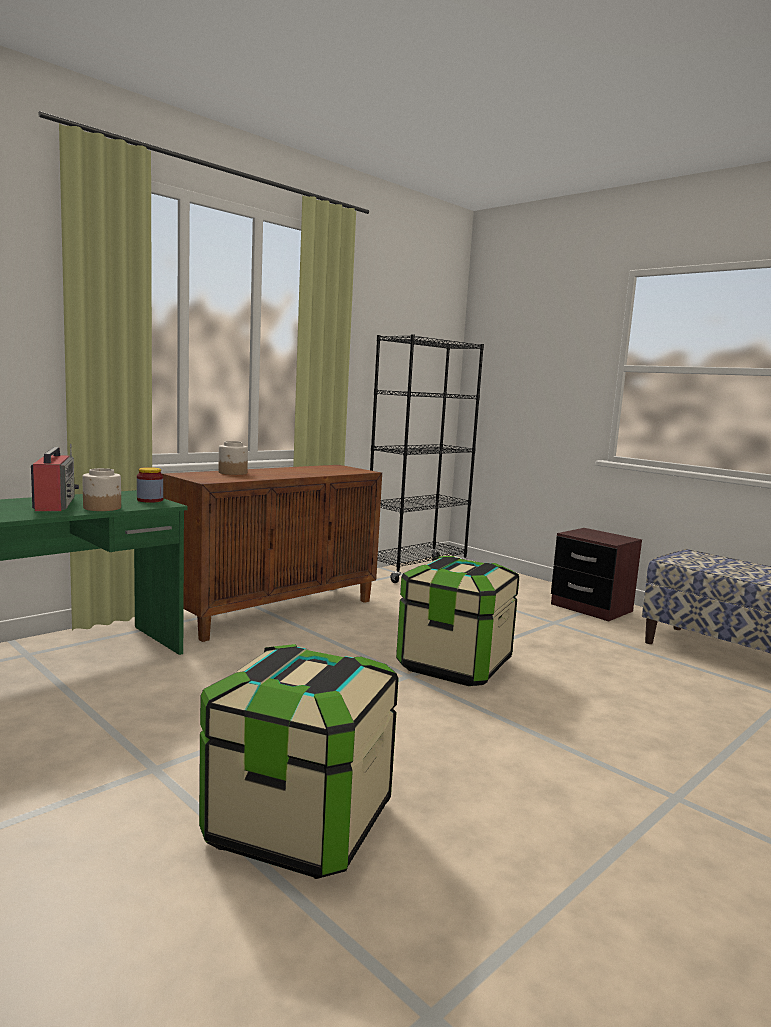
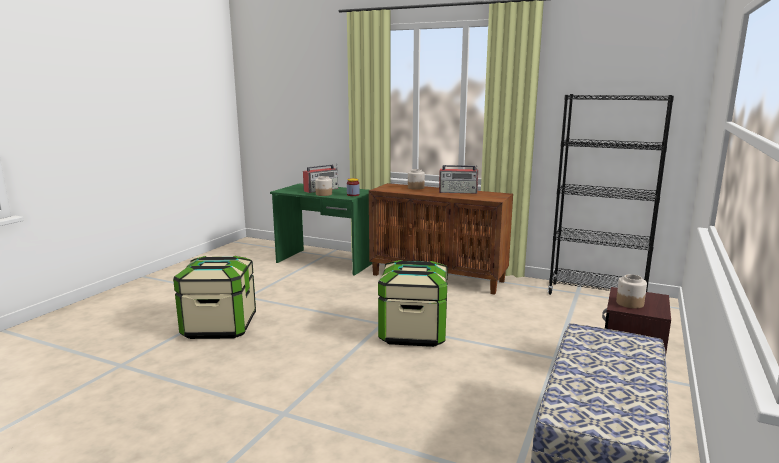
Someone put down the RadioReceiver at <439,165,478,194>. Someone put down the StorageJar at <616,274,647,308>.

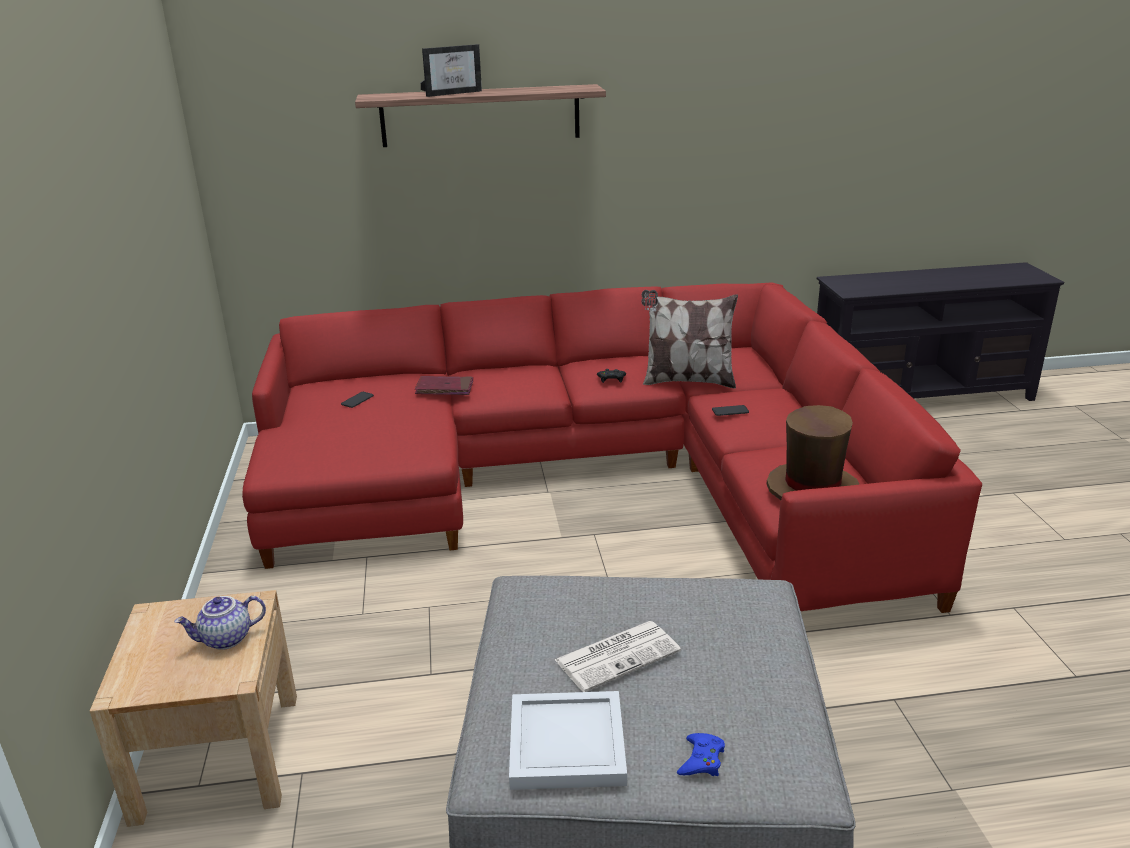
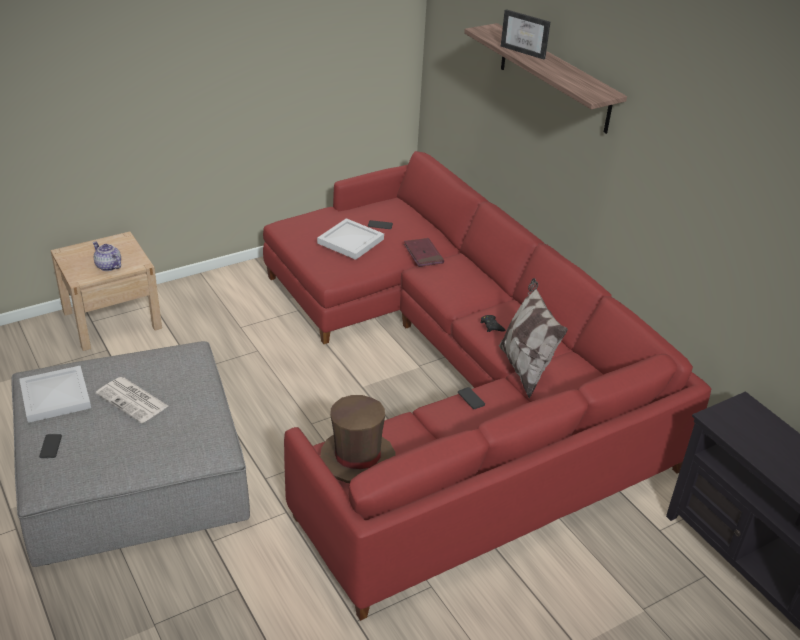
Someone swapped the BlueColouredJoypad at <677,733,725,776> for the Handset at <39,434,62,458>. Someone put down the WhitishServingTray at <317,218,384,260>.

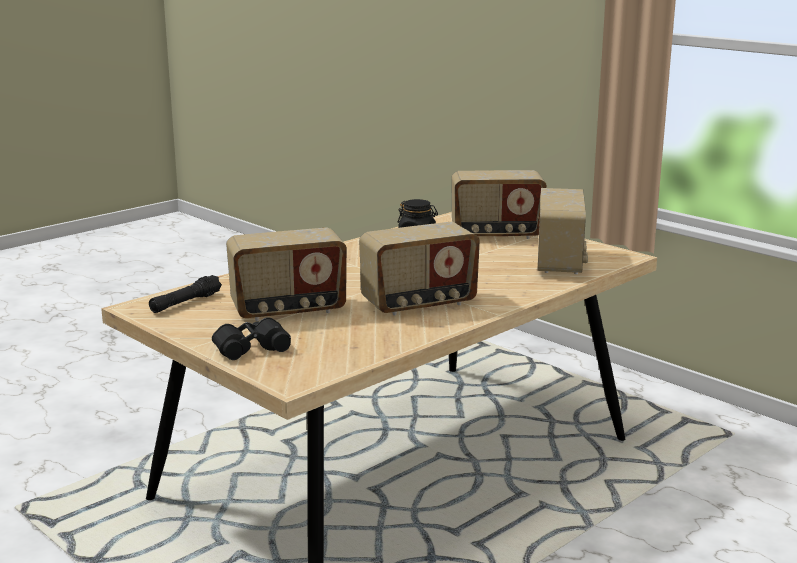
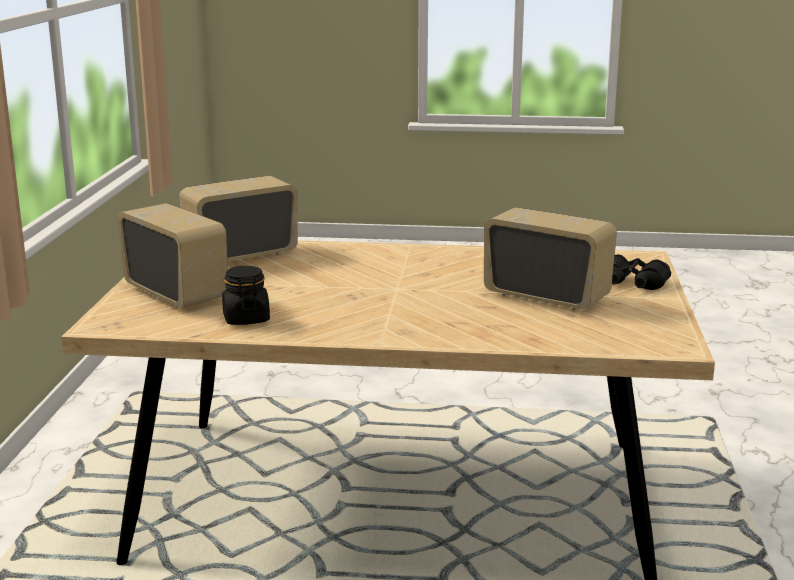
Someone took away the RadioReceiver at <359,222,480,315>. Someone took away the BlackColouredHandTorch at <149,275,222,313>.

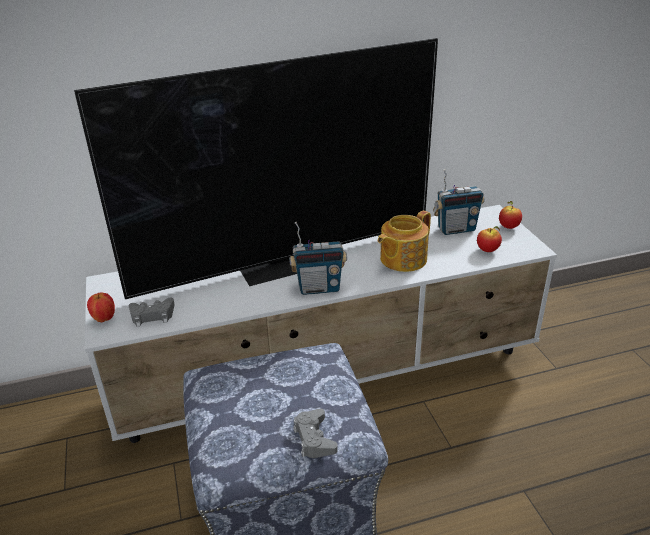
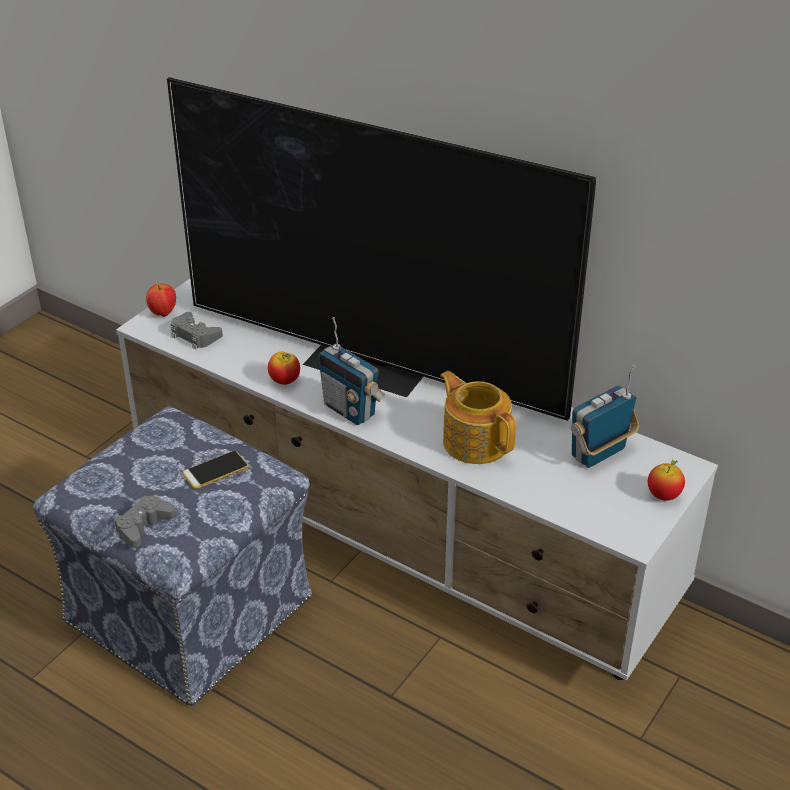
Someone rotated the RadioReceiver at <433,169,485,235> by 105 degrees clockwise. Someone rotated the TeaPot at <378,210,431,272> by 45 degrees clockwise. Someone carried the WholeApple from <477,226,502,252> to <268,352,300,385>. Someone put down the Handset at <182,451,248,489>.

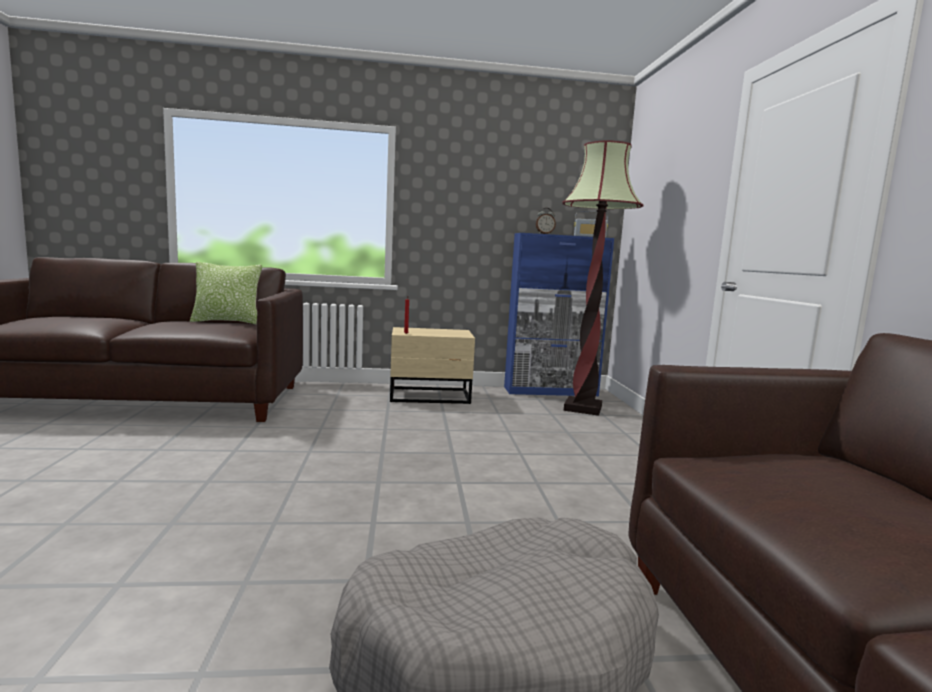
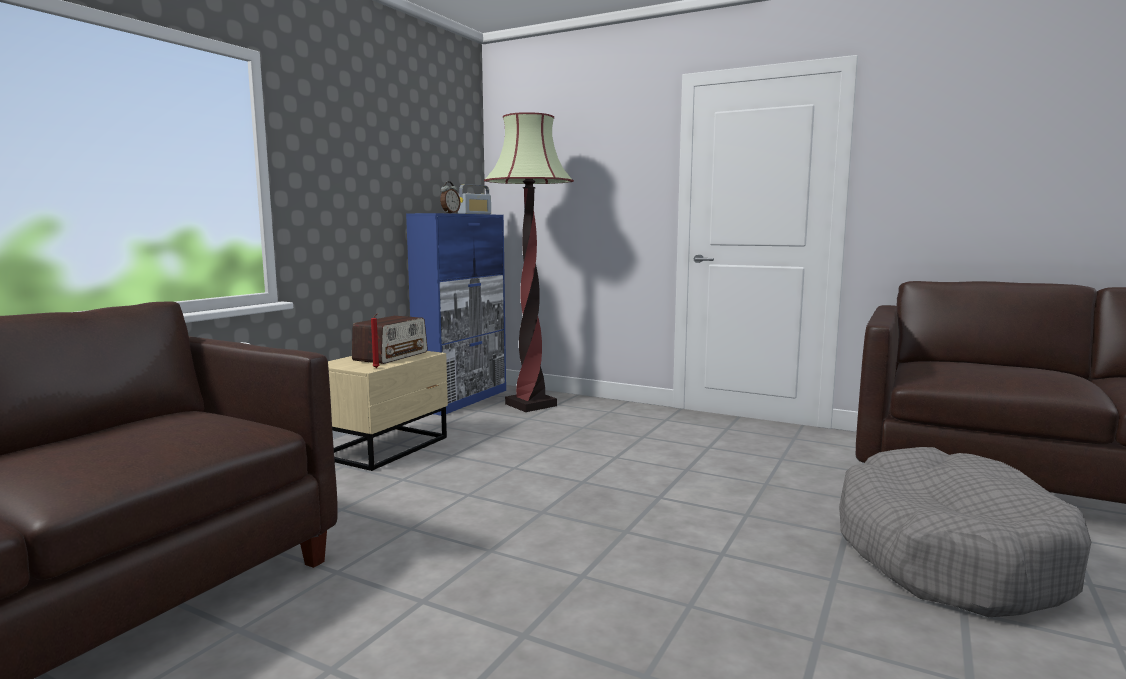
Someone took away the Pillow at <190,262,262,325>. Someone put down the RadioReceiver at <352,316,428,364>.

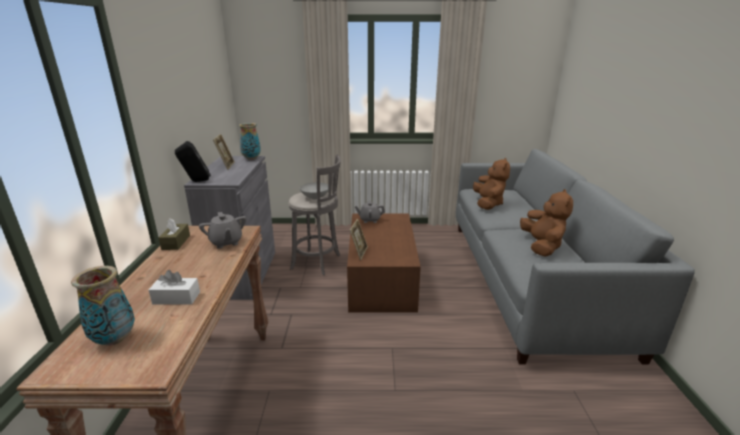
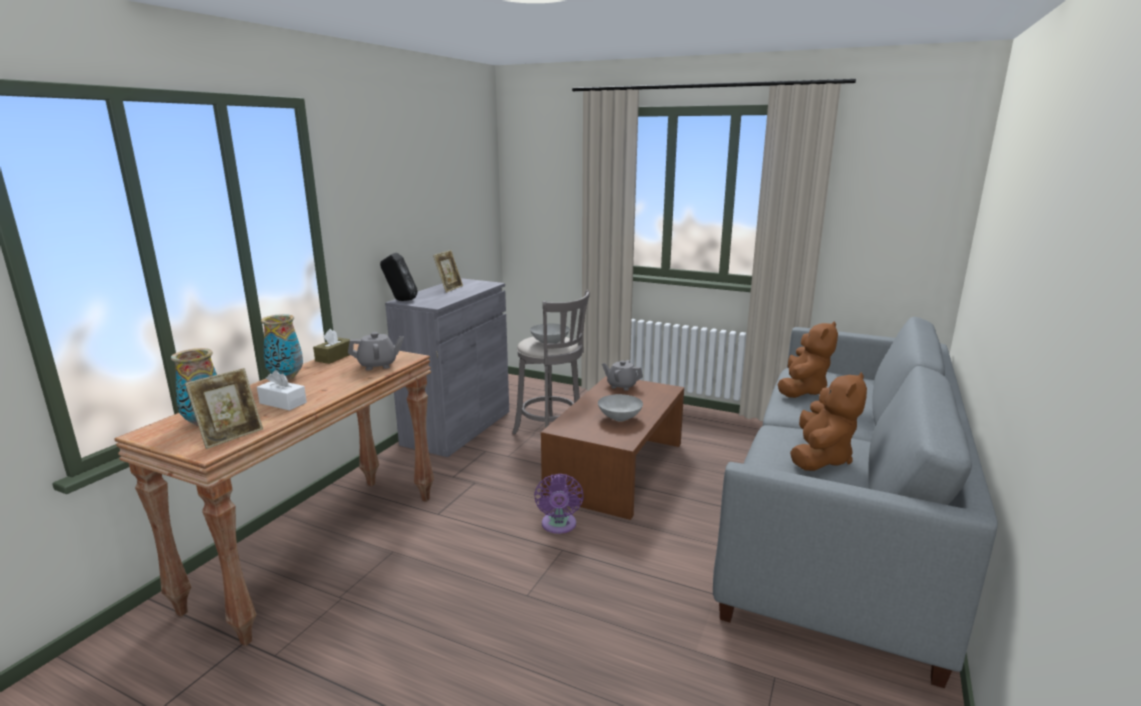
Someone carried the Vase from <239,123,261,160> to <261,314,303,380>. Someone rotated the GreyishTeaPot at <199,212,247,249> by 105 degrees counterclockwise. Someone carried the StandingFrame from <350,219,368,260> to <185,368,263,449>. Someone put down the GreyishServingBowl at <598,394,643,421>. Someone put down the PurpleCoolingFan at <534,473,584,534>.

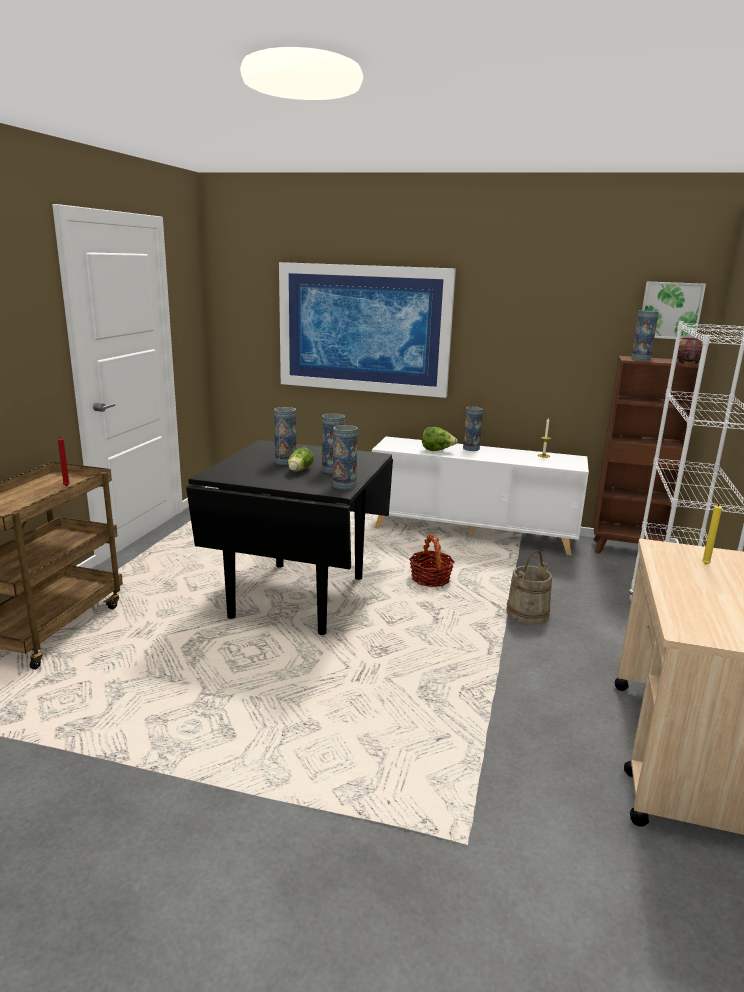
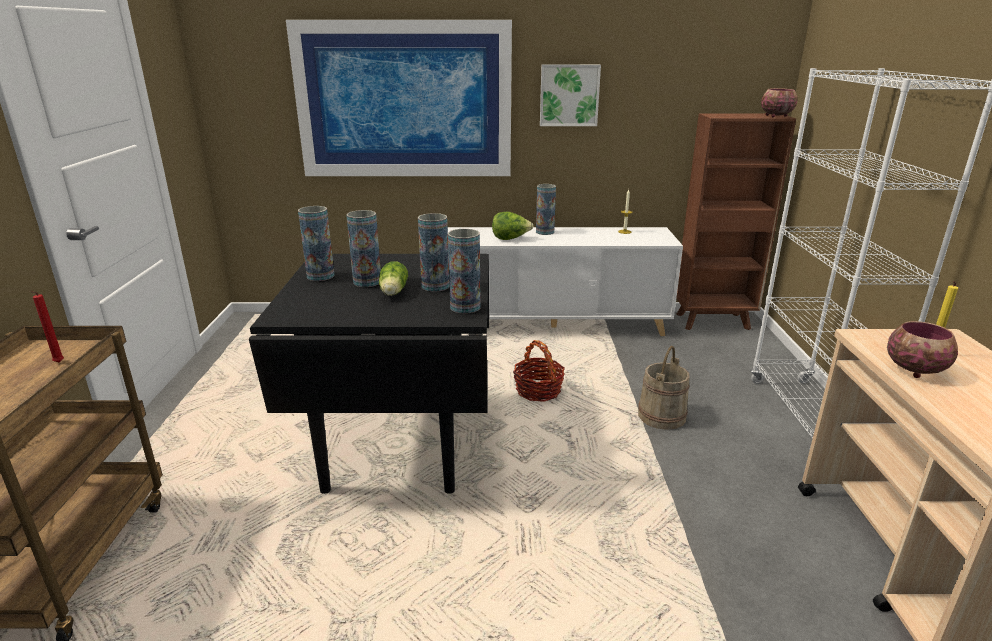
Someone carried the WallArt from <642,281,706,339> to <540,65,601,126>. Someone carried the Vase from <631,310,659,360> to <298,206,335,281>. Someone put down the ServingBowl at <887,321,958,378>.

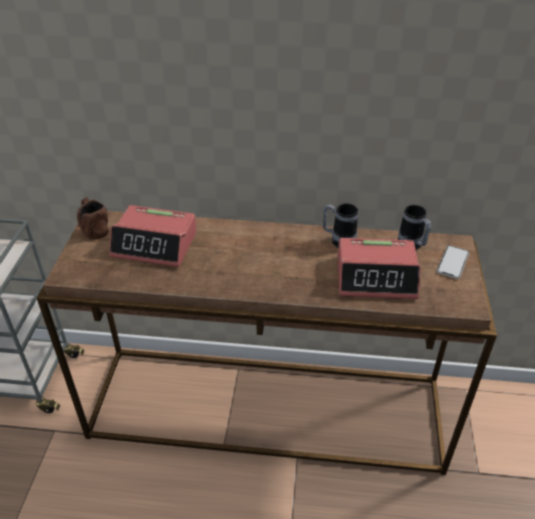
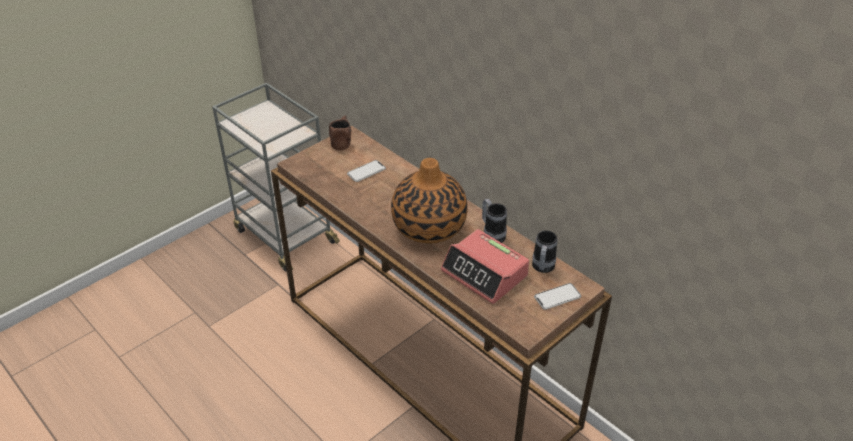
Someone swapped the BedsideClock at <109,205,197,267> for the Handset at <347,160,386,182>. Someone put down the Vase at <391,158,468,244>.

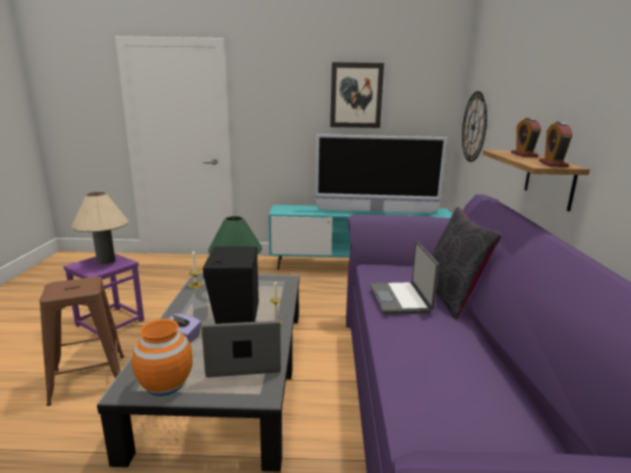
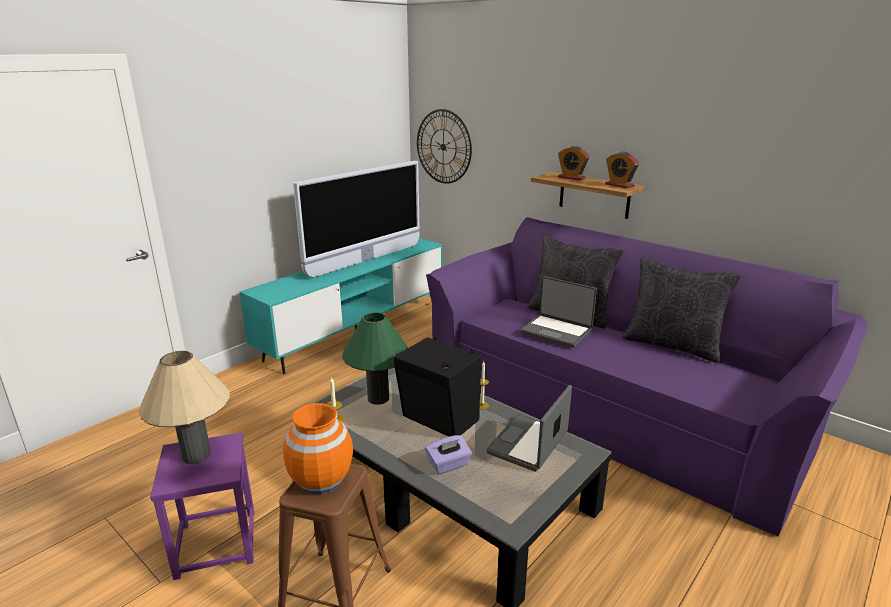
Someone took away the WallArt at <330,62,384,128>. Someone carried the OrangeColouredVase from <132,319,193,396> to <283,403,353,494>. Someone put down the BlackColouredPillow at <622,257,741,363>.

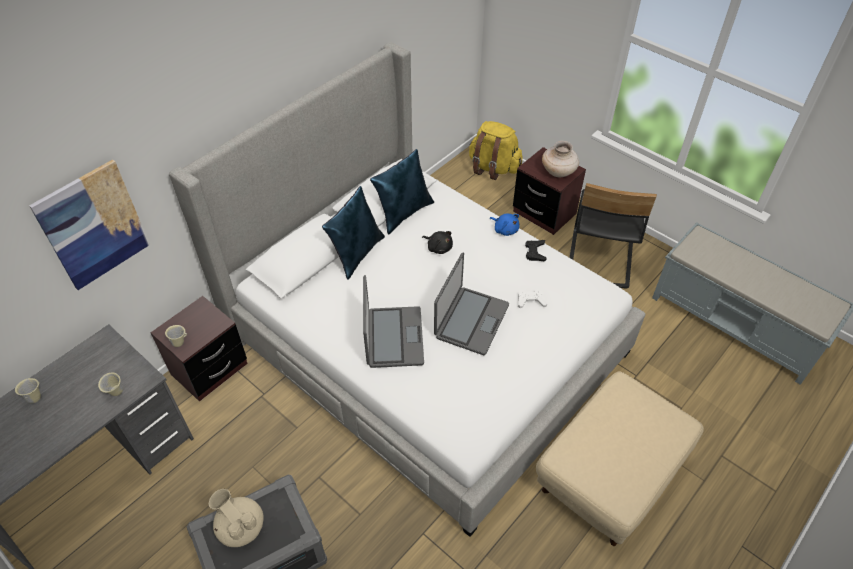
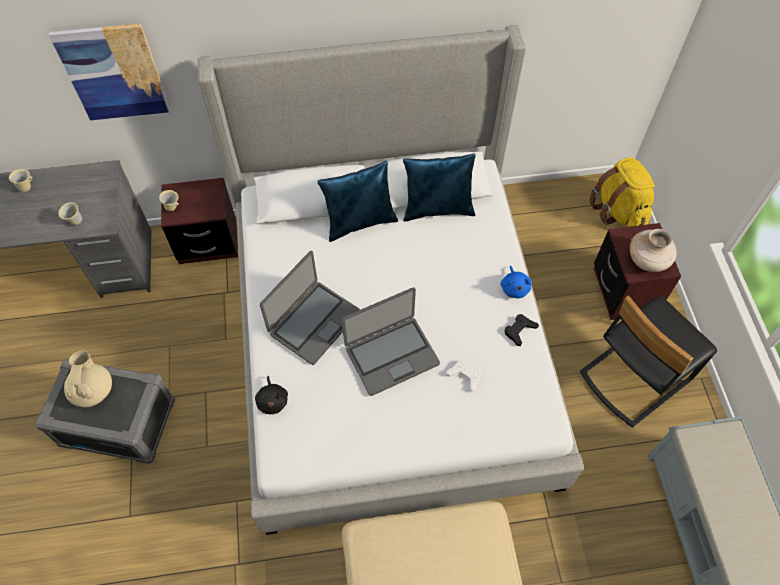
Someone carried the BlackColouredPlushToy from <422,231,453,254> to <255,376,288,414>.

